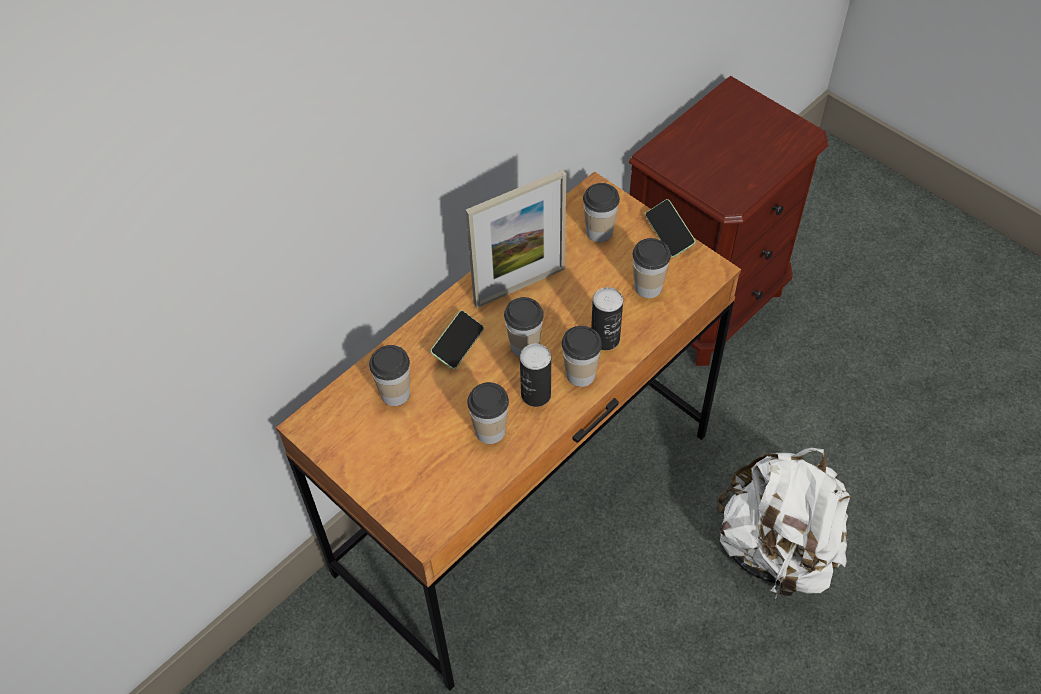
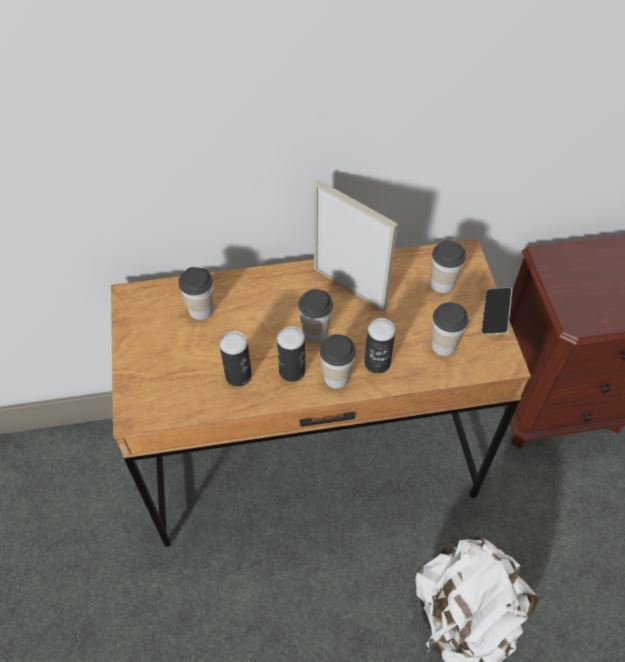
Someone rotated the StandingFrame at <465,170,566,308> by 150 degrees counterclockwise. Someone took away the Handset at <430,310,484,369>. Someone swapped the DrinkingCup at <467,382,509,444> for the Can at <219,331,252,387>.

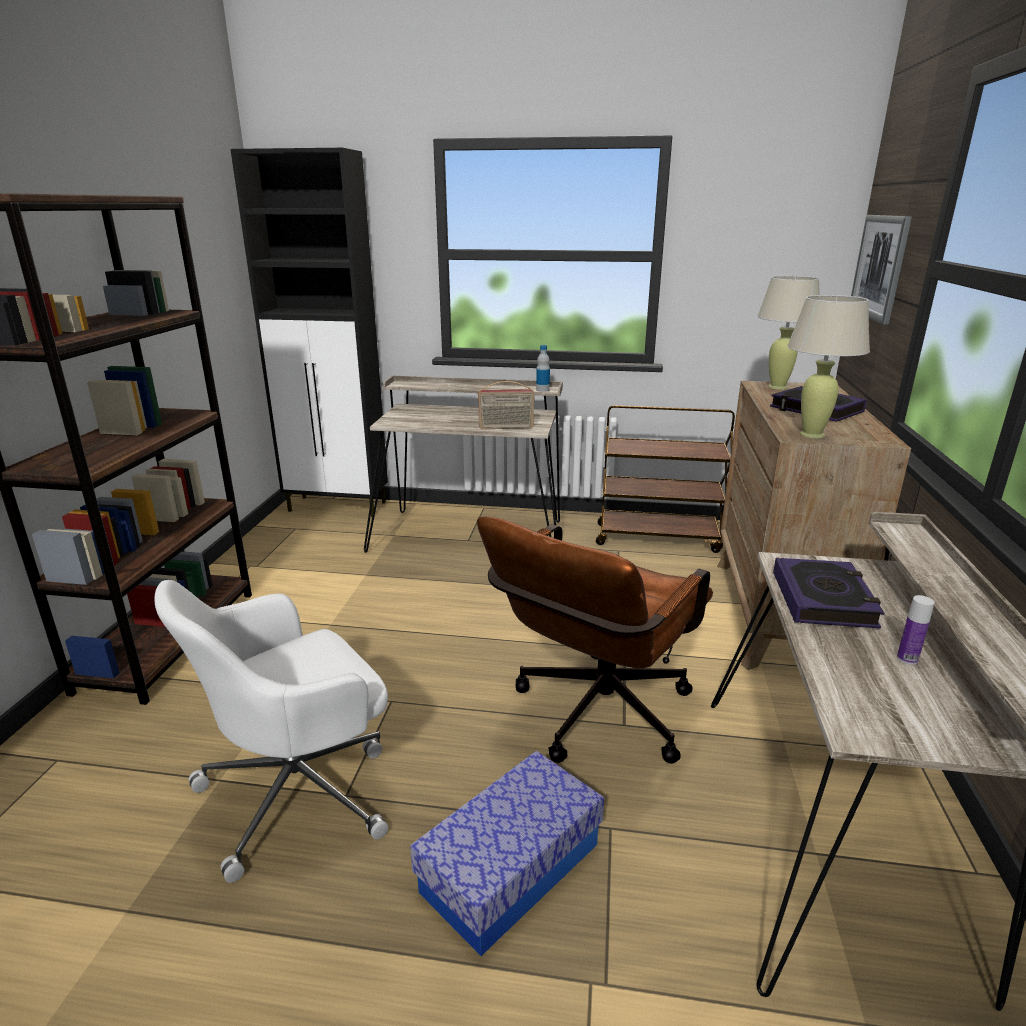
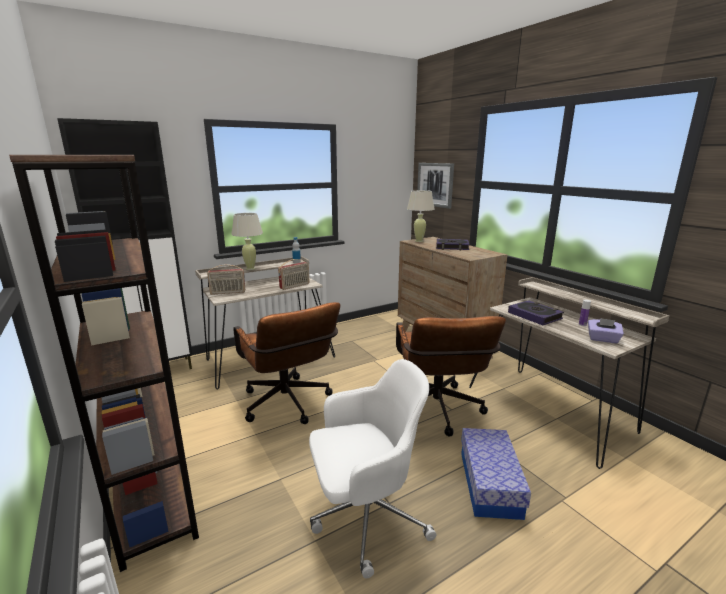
Someone carried the BeigeColouredTableLamp from <788,295,870,438> to <231,213,263,270>. Someone took away the BrownTrolley at <596,405,735,553>. Someone rotated the WhitishComputerChair at <155,580,388,883> by 120 degrees counterclockwise. Someone put down the RadioReceiver at <207,264,245,295>. Someone put down the BrownComputerChair at <234,302,340,424>. Someone put down the PurpleTissueHolder at <588,318,624,343>.

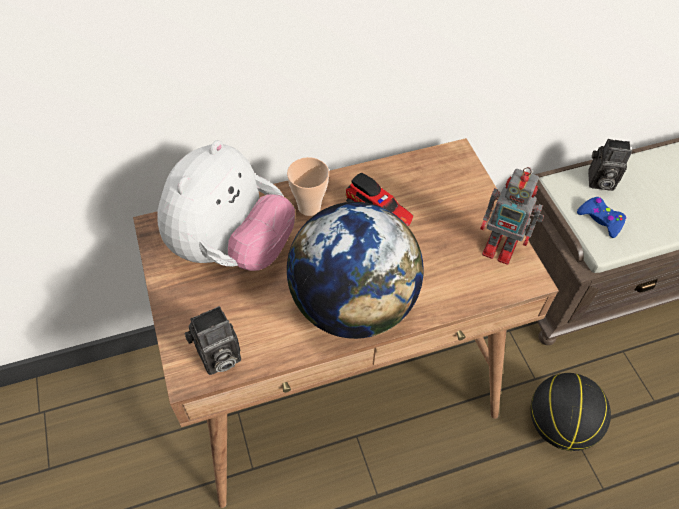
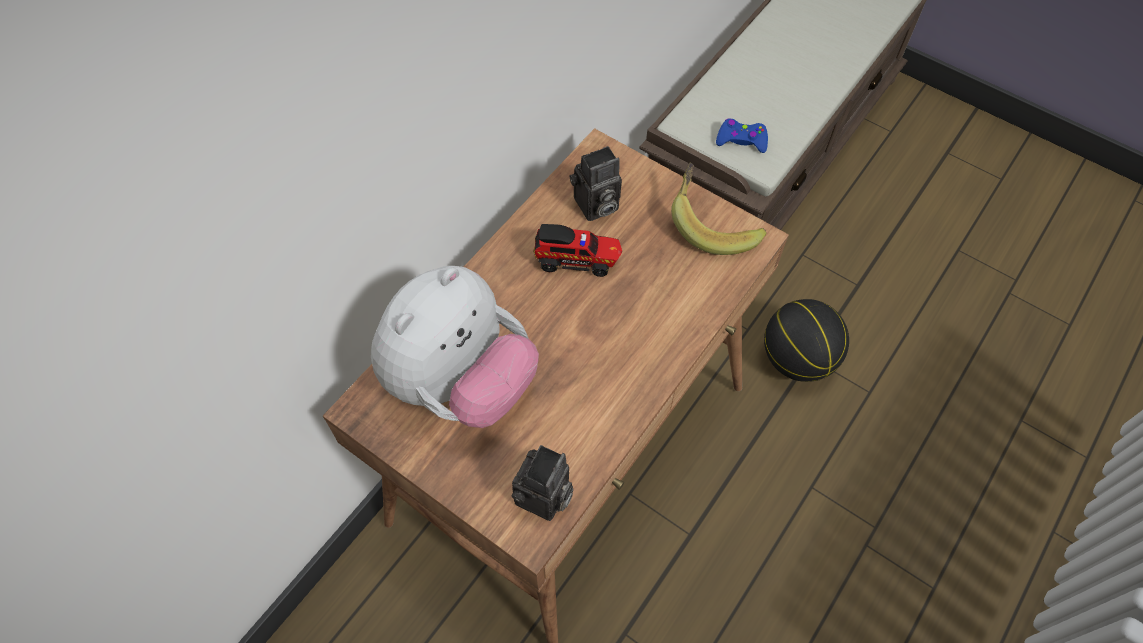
Someone carried the StillCamera from <588,139,632,191> to <569,146,622,221>. Someone rotated the PlushToy at <158,140,295,271> by 45 degrees clockwise. Someone took away the DrinkingCup at <287,157,329,216>. Someone swapped the ToyRobot at <480,167,544,265> for the Banana at <671,163,766,255>. Someone took away the Globe at <287,202,424,339>.

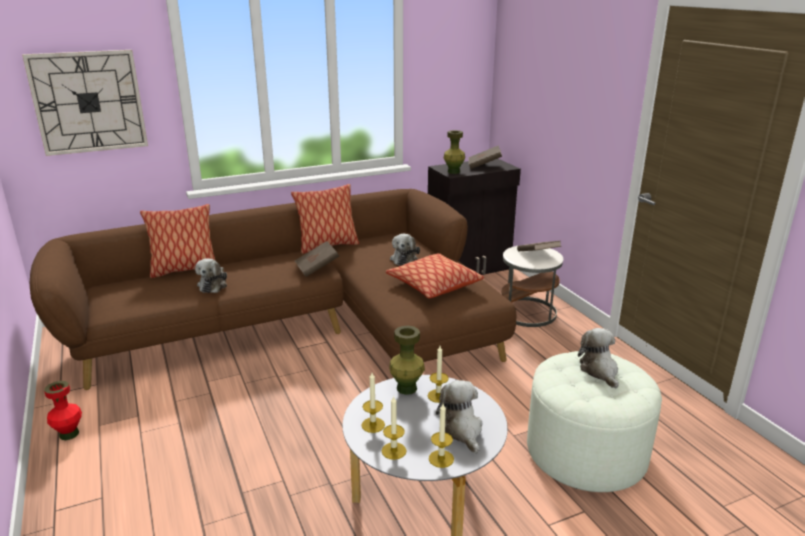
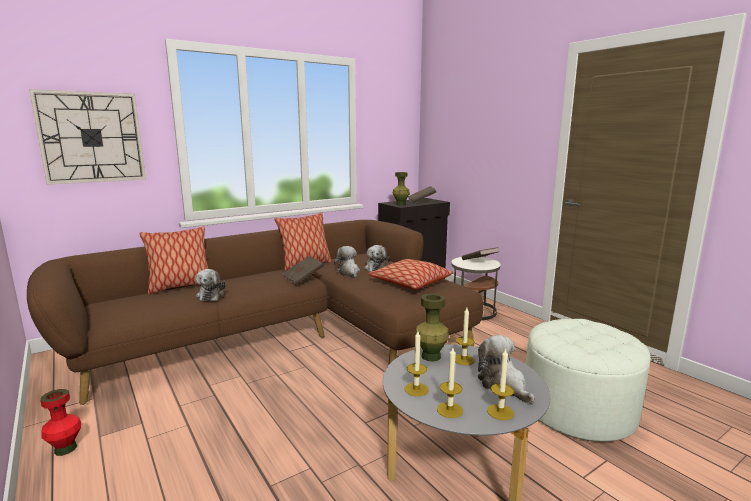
Someone carried the PlushToy from <578,328,619,389> to <334,246,360,278>.

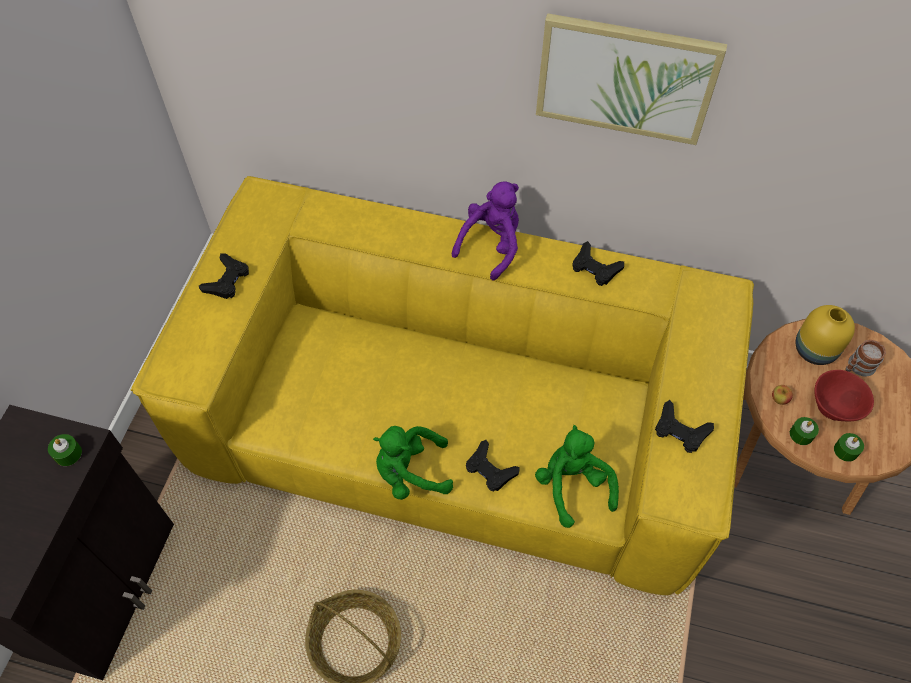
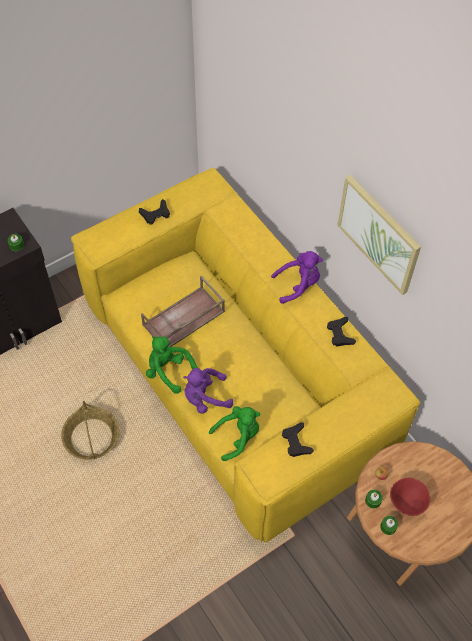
Someone took away the YellowishVase at <796,305,855,365>. Someone took away the Mug at <846,340,886,377>. Someone rotated the GreenColouredPlushToy at <535,425,619,528> by 45 degrees clockwise. Someone swapped the BlackColouredJoypad at <466,440,520,492> for the PurplePlushToy at <183,368,233,414>. Someone put down the BrownServingTray at <141,276,225,347>.

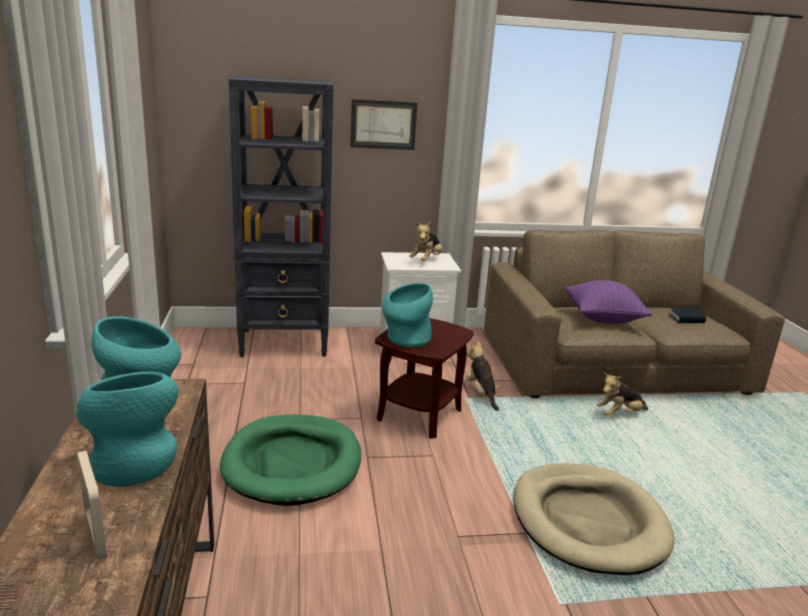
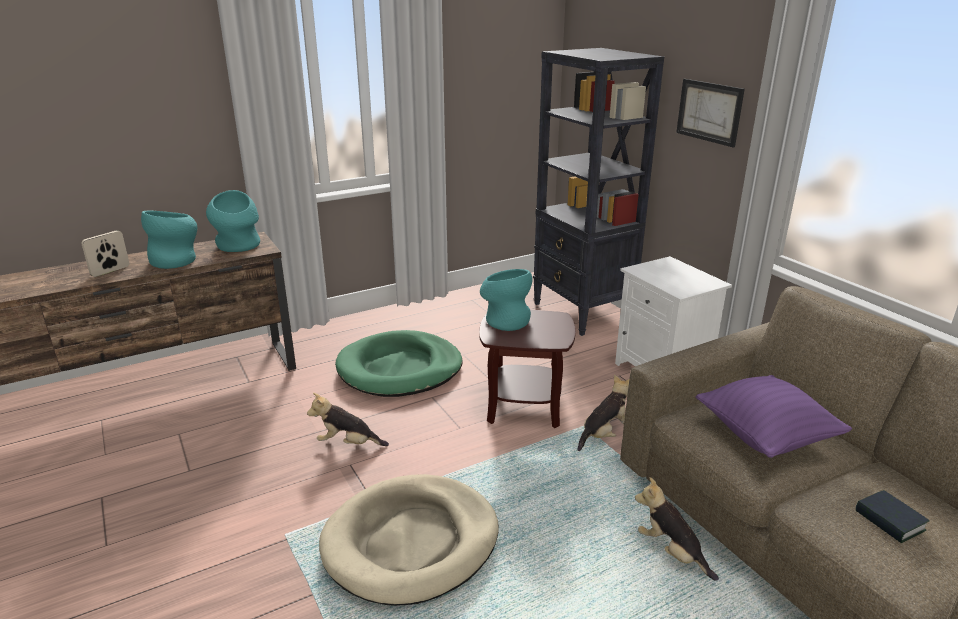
Someone carried the PlushToy from <409,222,442,261> to <307,393,389,446>.

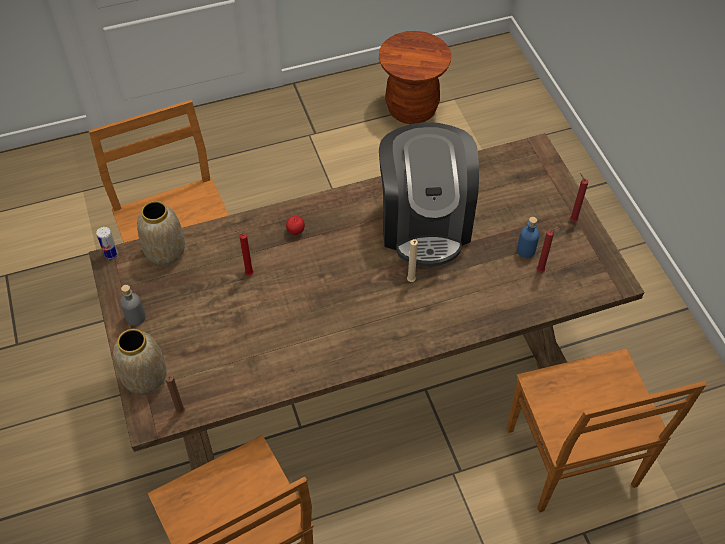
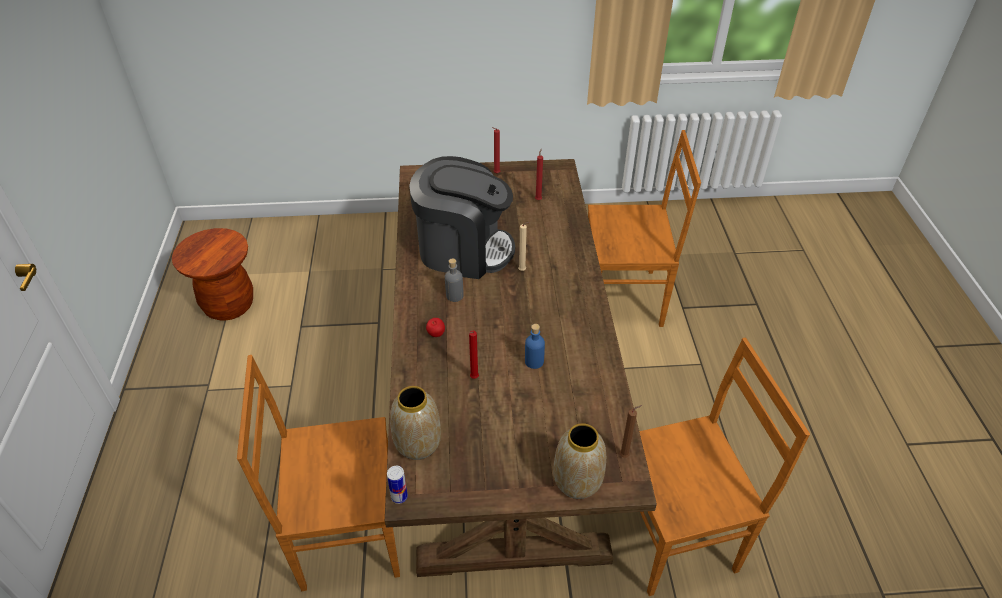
Someone carried the BlueColouredBottle from <517,217,540,258> to <525,324,545,369>. Someone carried the GreyishBottle from <120,285,146,326> to <445,258,464,302>.

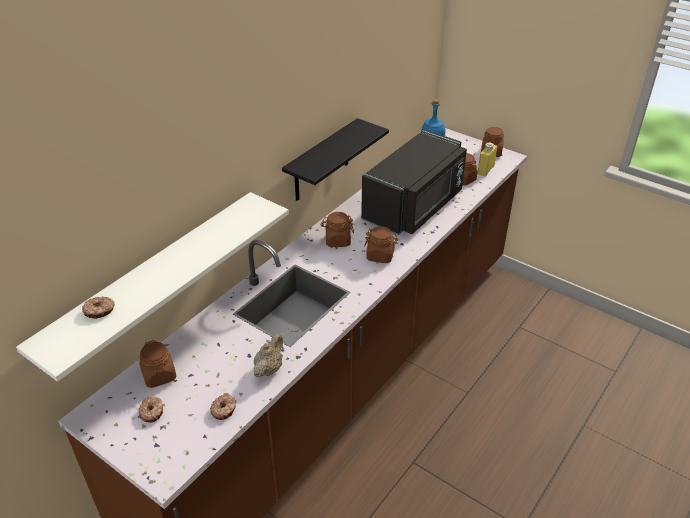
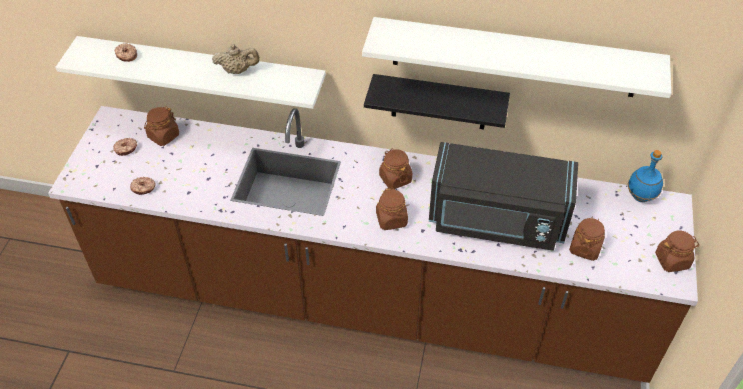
Someone took away the YellowishBottle at <477,142,497,176>. Someone carried the BeigeColouredTeaPot from <254,334,283,377> to <212,44,260,74>. Someone put up the WhitishShelf at <362,17,671,98>.

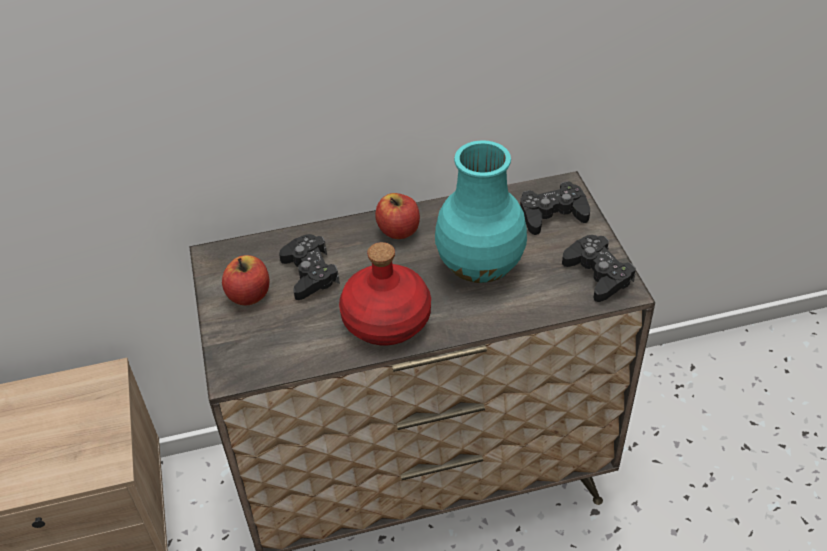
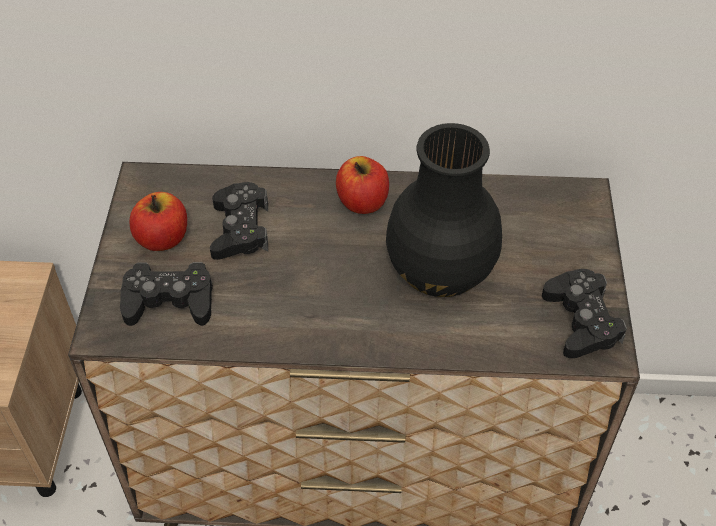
Someone repainted the TurquoiseColouredVase at <435,140,527,283>, which became the BlackColouredVase at <386,123,502,297>. Someone carried the BlackColouredJoypad from <520,181,590,235> to <120,262,213,326>. Someone took away the RedColouredBottle at <339,242,431,345>.

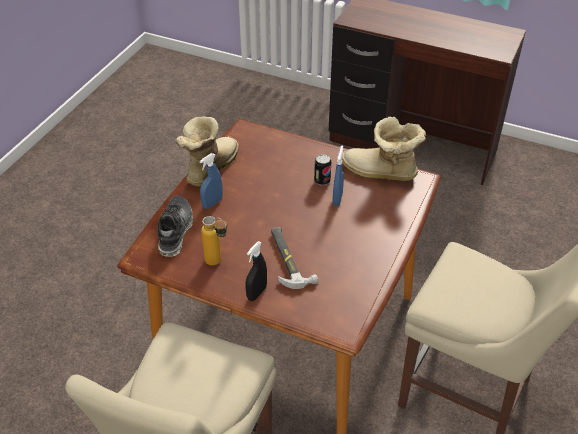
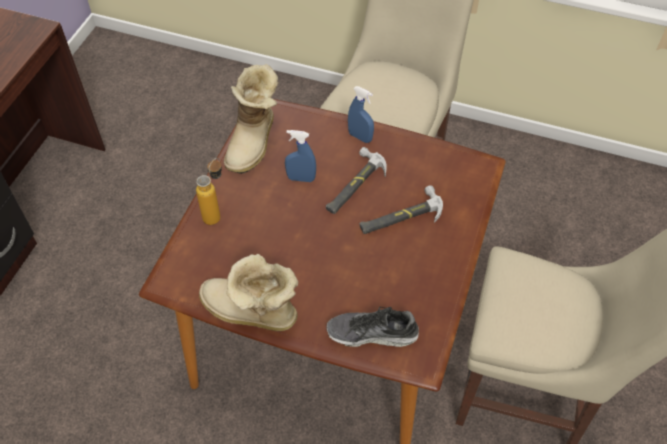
Someone carried the BlueColouredHandSprayer from <200,153,223,209> to <348,86,374,143>. Someone took away the Can at <314,154,331,185>. Someone carried the Bottle from <201,216,227,265> to <196,158,222,225>. Someone took away the BlackColouredHandSprayer at <245,241,267,301>. Someone put down the ToolHammer at <326,147,387,214>.

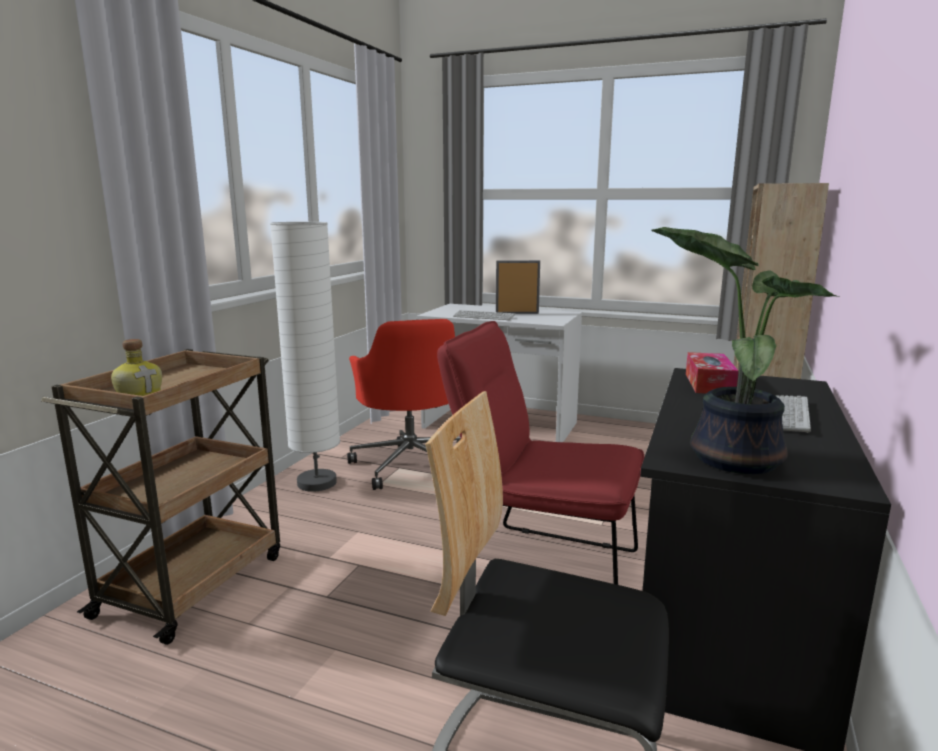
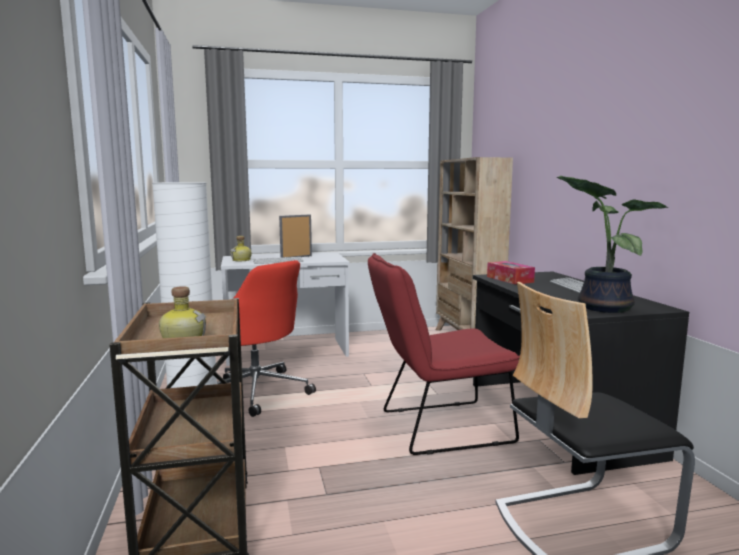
Someone put down the Bottle at <231,236,251,261>.

